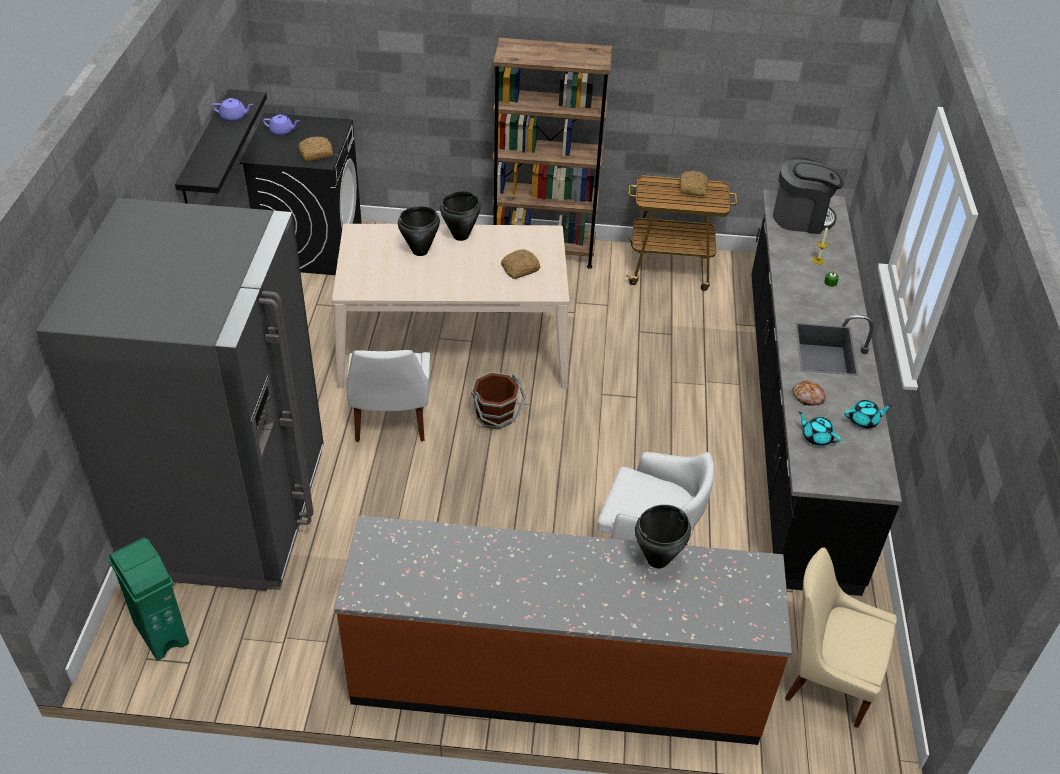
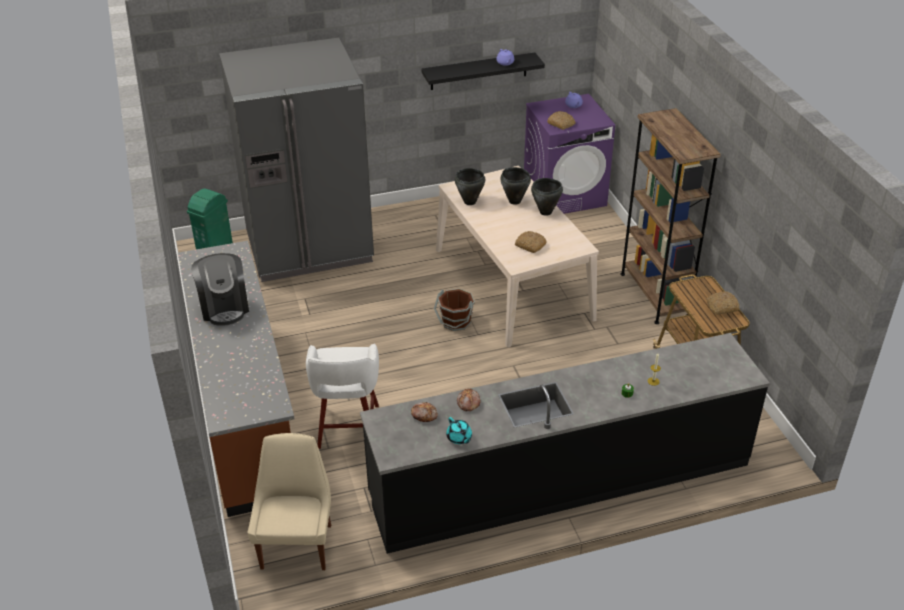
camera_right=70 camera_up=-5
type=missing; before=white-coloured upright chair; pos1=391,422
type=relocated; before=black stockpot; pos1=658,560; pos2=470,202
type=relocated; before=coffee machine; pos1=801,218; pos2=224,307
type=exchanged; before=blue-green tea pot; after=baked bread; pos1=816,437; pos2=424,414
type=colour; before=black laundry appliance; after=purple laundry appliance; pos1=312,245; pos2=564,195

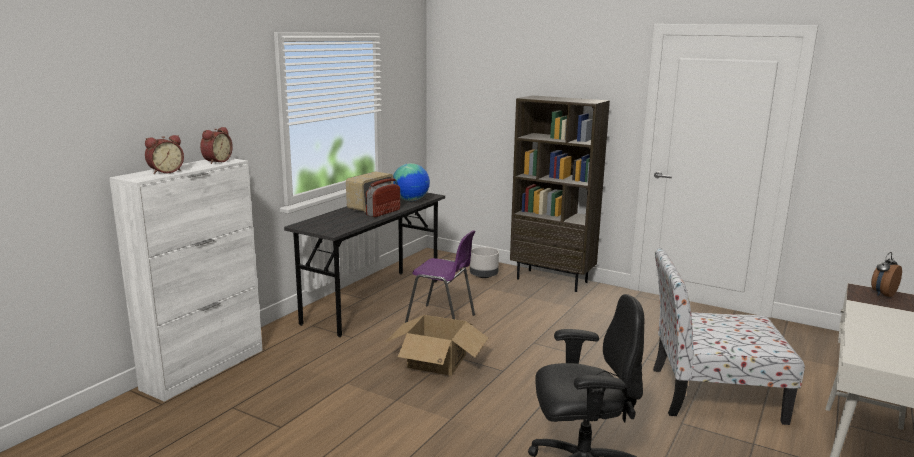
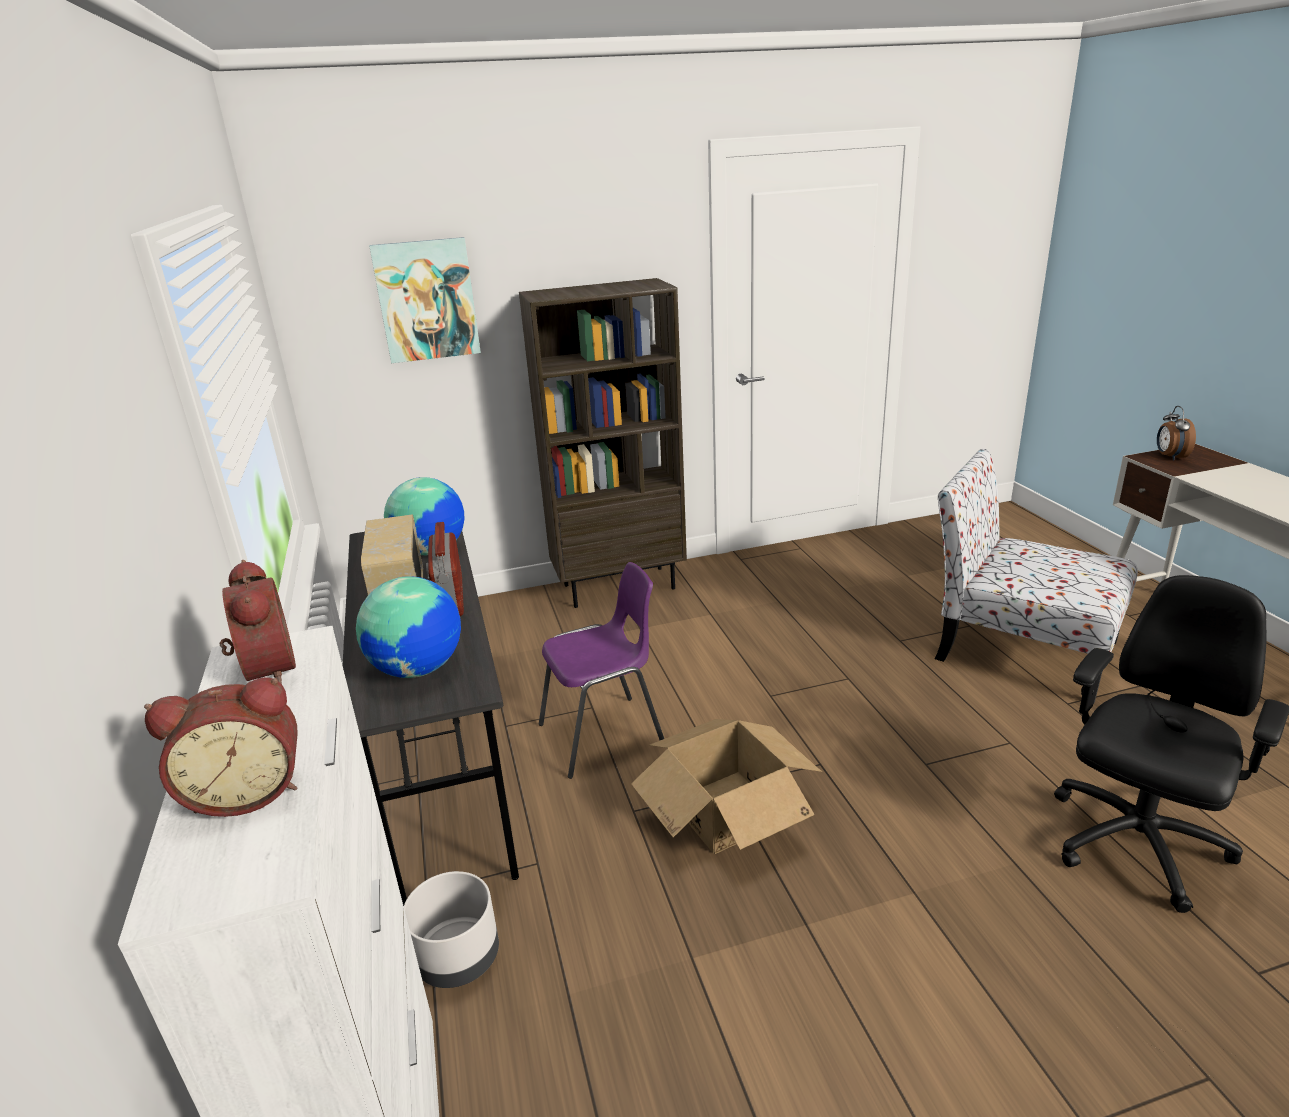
camera_right=-45 camera_up=10
type=appeared; after=world globe; pos2=418,668
type=appeared; after=wall picture; pos2=426,300
type=relocated; before=grey planter; pos1=483,276; pos2=457,959
type=spun; before=table clock; pos1=165,171; pos2=248,791; turn=75
type=spun; before=upright chair; pos1=712,394; pos2=1020,649; turn=75

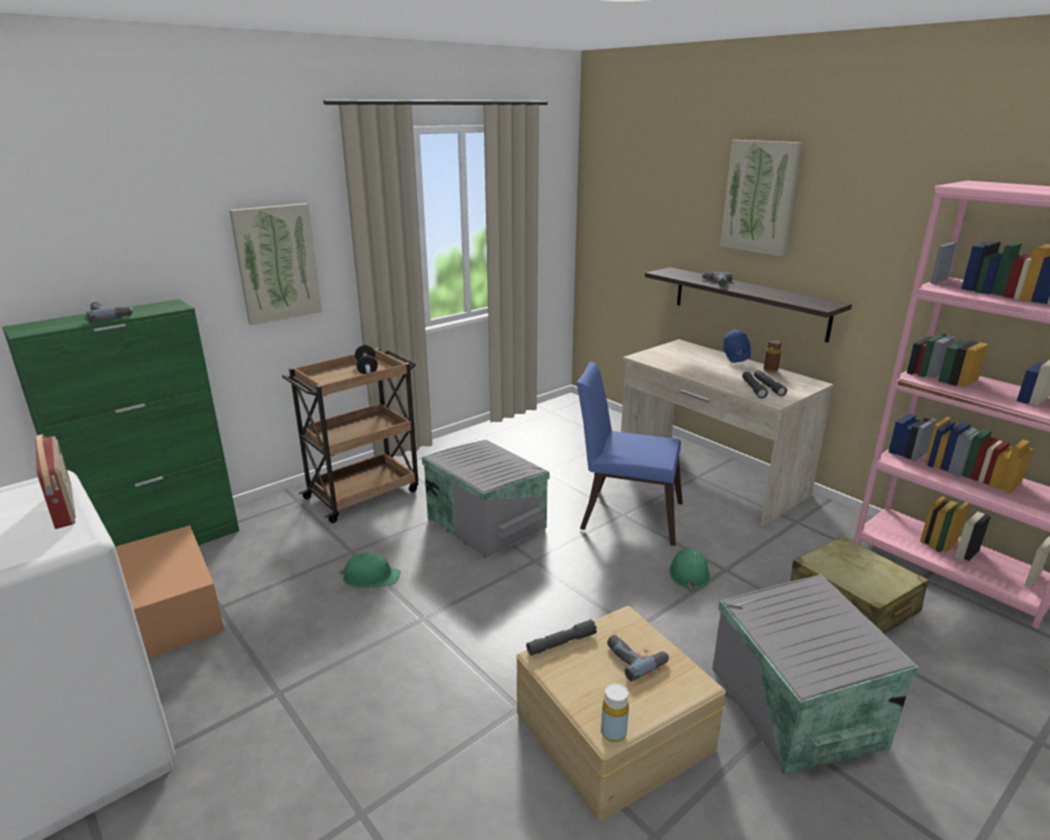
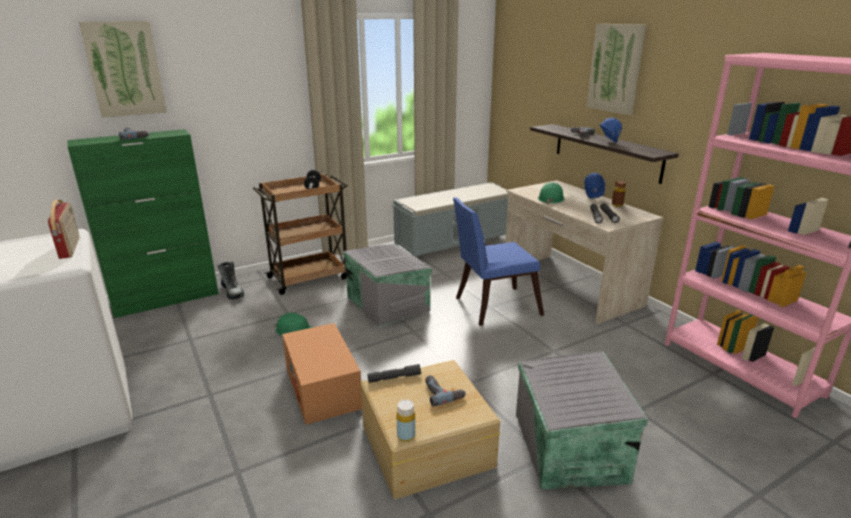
camera_right=10 camera_up=0
type=missing; before=beige piece of luggage; pos1=852,602
type=appeared; after=boot; pos2=232,292
type=appeared; after=grey long seat; pos2=455,244
type=appeared; after=bluish work helmet; pos2=607,143
type=relocated; before=cardboard box; pos1=174,610; pos2=322,388
type=relocated; before=wall picture; pos1=277,263; pos2=125,69
type=relocated; before=green-coloured work helmet; pos1=688,573; pos2=551,198
type=spun; before=bluish upright chair; pos1=625,514; pos2=492,306; turn=-45

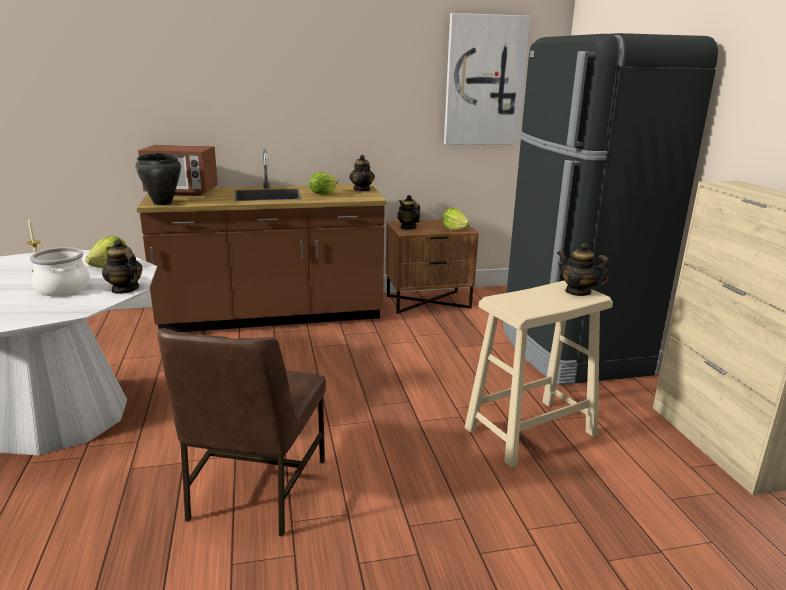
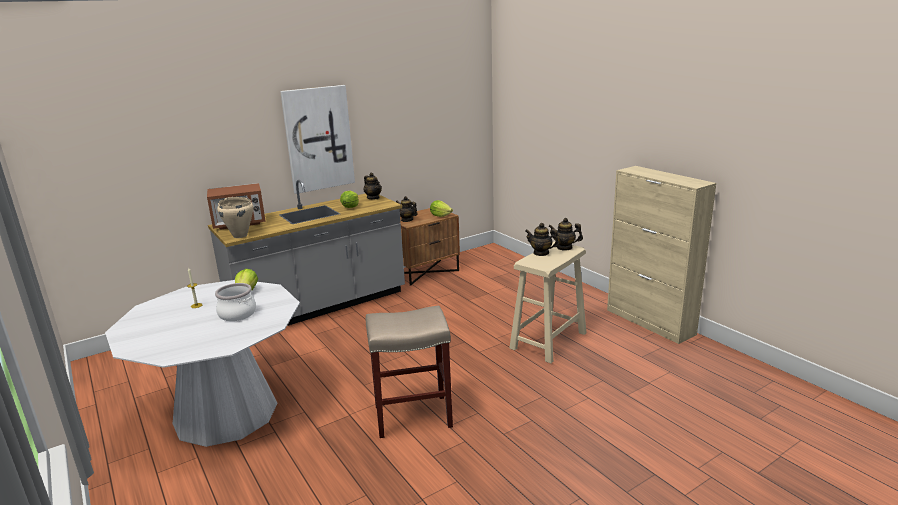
camera_right=-20 camera_up=0
type=missing; before=black refrigerator; pos1=570,350
type=relocated; before=tea pot; pos1=125,289; pos2=541,253
type=relocated; before=wall picture; pos1=484,81; pos2=318,139
type=exchanged; before=brown upright chair; after=beige stool; pos1=255,490; pos2=411,416
type=colour; before=black stockpot; after=beige stockpot; pos1=163,203; pos2=240,235
type=colour; before=brown kitchen base unit; after=grey kitchen base unit; pos1=272,316; pos2=320,307

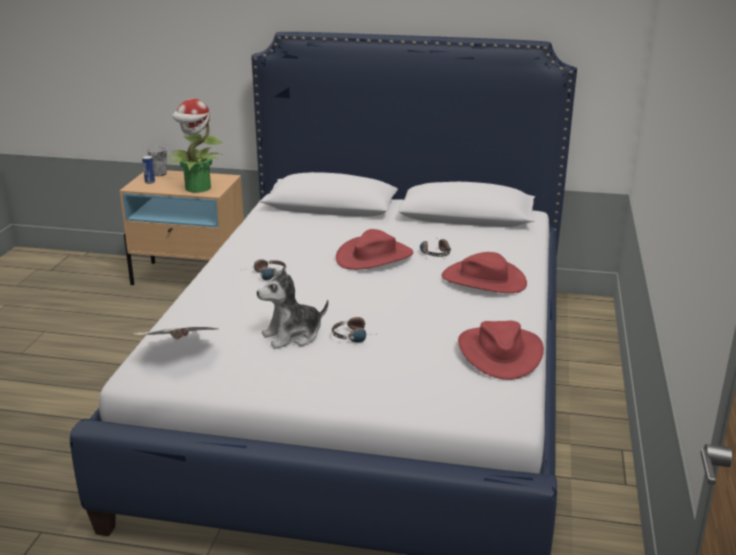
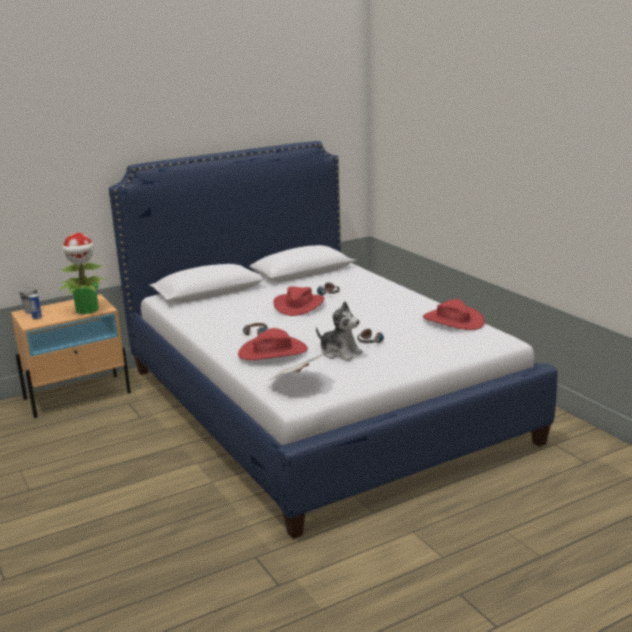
camera_right=-40 camera_up=-5
type=relocated; before=red-coloured clothing hat; pos1=484,280; pos2=273,352
type=spun; before=soft toy; pos1=293,335; pos2=340,353; turn=-75

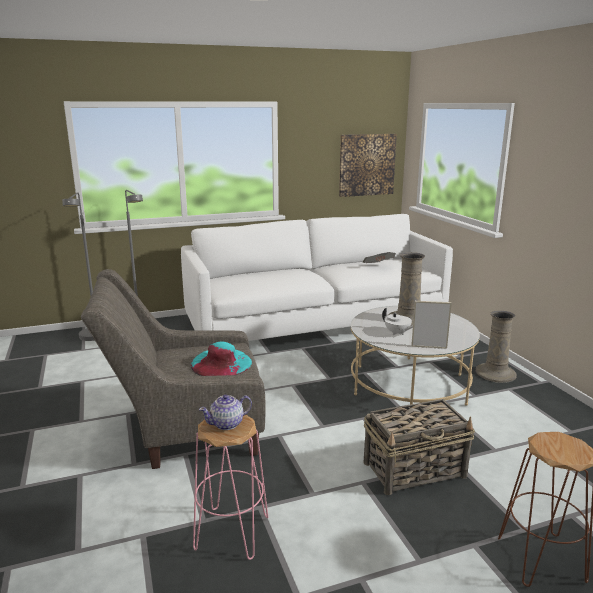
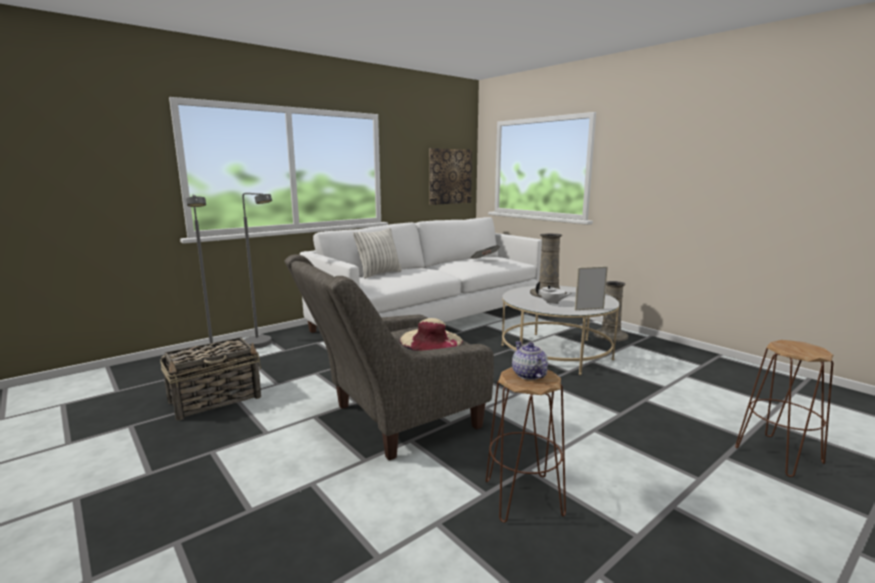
camera_right=-20 camera_up=-5
type=appeared; after=pillow; pos2=379,274
type=relocated; before=storage basket; pos1=415,469; pos2=216,399
type=colour; before=blue-green clothing hat; after=beige clothing hat; pos1=221,363; pos2=431,340
type=colour; before=pinkish stool; after=brown stool; pos1=231,532; pos2=523,498
type=spun; before=tea pot; pos1=227,424; pos2=529,375; turn=120

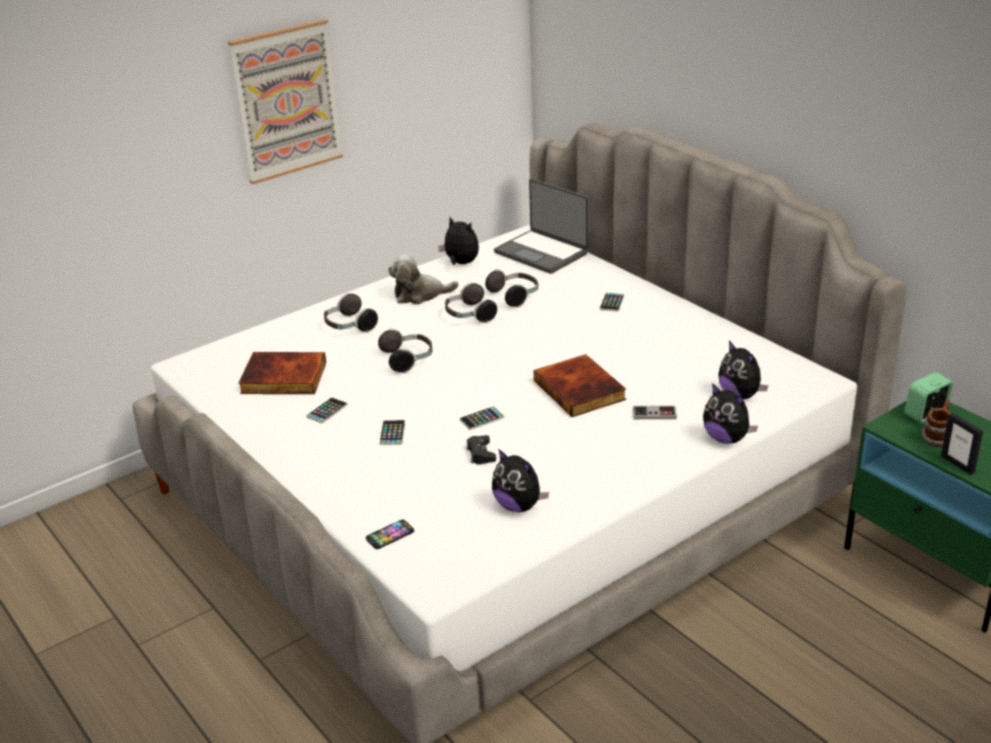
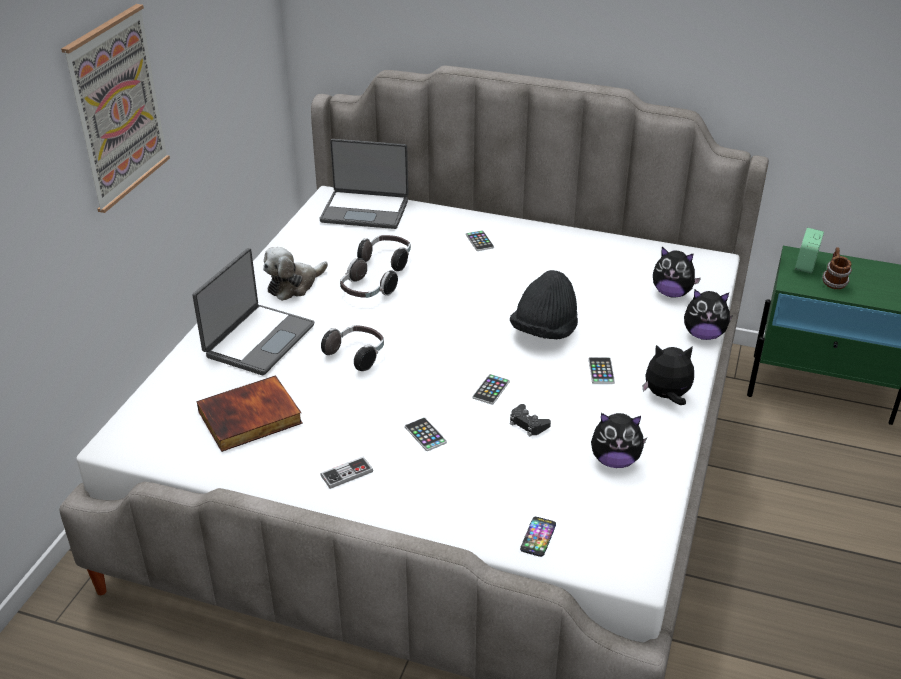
camera_right=-35 camera_up=5
type=missing; before=standing frame; pos1=957,464
type=relocated; before=phone; pos1=327,411; pos2=601,371
type=relocated; before=soft toy; pos1=460,263; pos2=667,397
type=relocated; before=joypad; pos1=654,414; pos2=347,474
type=exchanged; before=headphones; after=portable computer; pos1=349,326; pos2=258,340
type=exchanged; before=book; after=black clothing hat; pos1=581,390; pos2=544,331

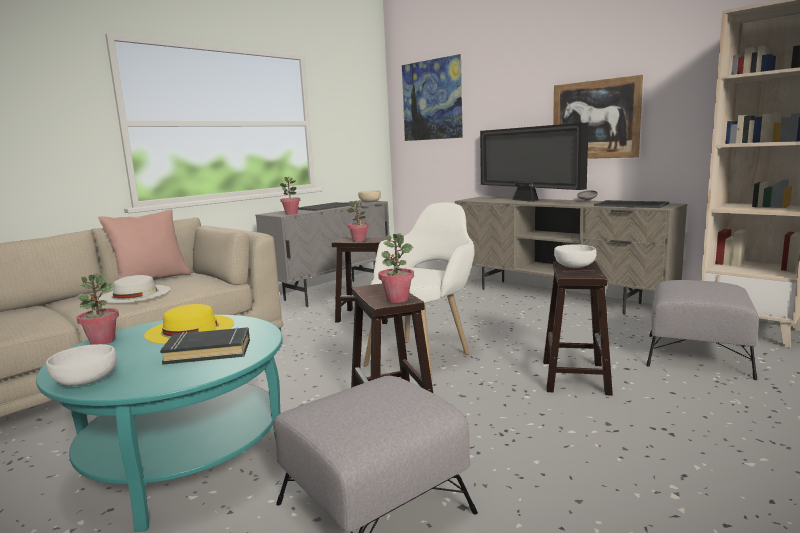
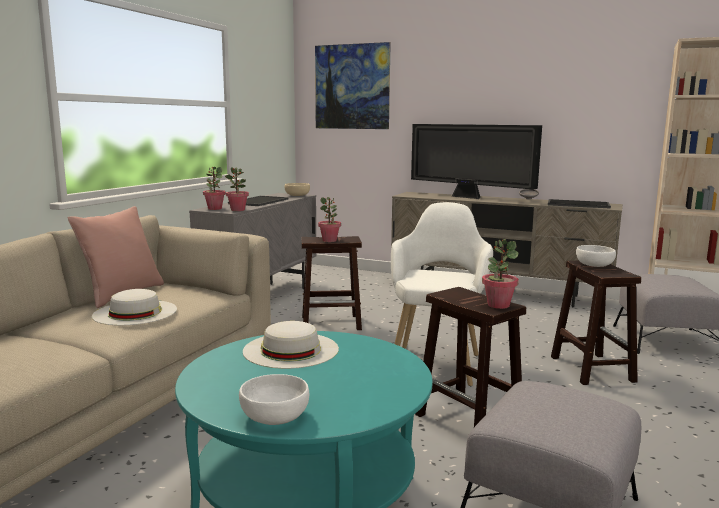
camera_right=-20 camera_up=0
type=missing; before=black book; pos1=208,351
type=missing; before=wall picture; pos1=595,120
type=relocated; before=potted plant; pos1=102,341; pos2=214,208
type=colour; before=yellow clothing hat; after=white-coloured clothing hat; pos1=190,329; pos2=290,350

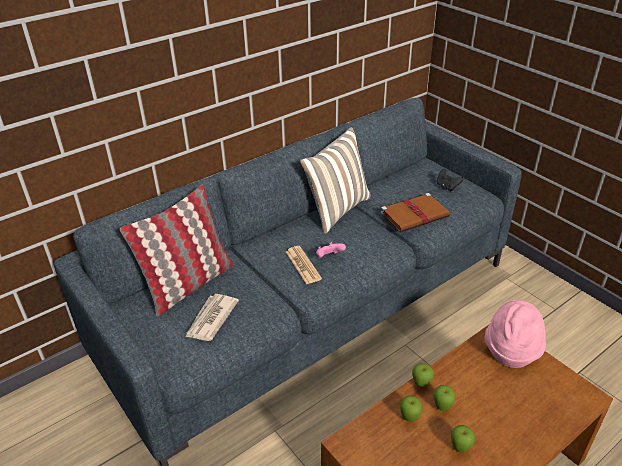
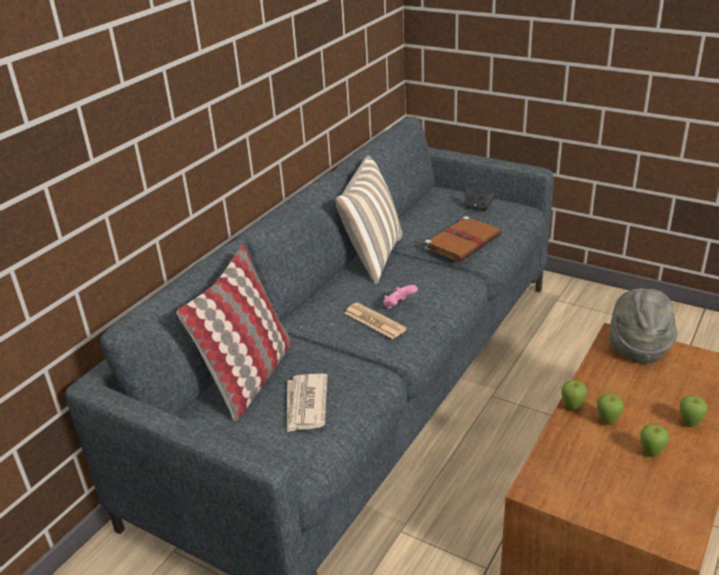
camera_right=-20 camera_up=-5
type=relocated; before=whole apple; pos1=409,418; pos2=689,424
type=colour; before=pinkish clothing hat; after=grey clothing hat; pos1=511,350; pos2=637,348

